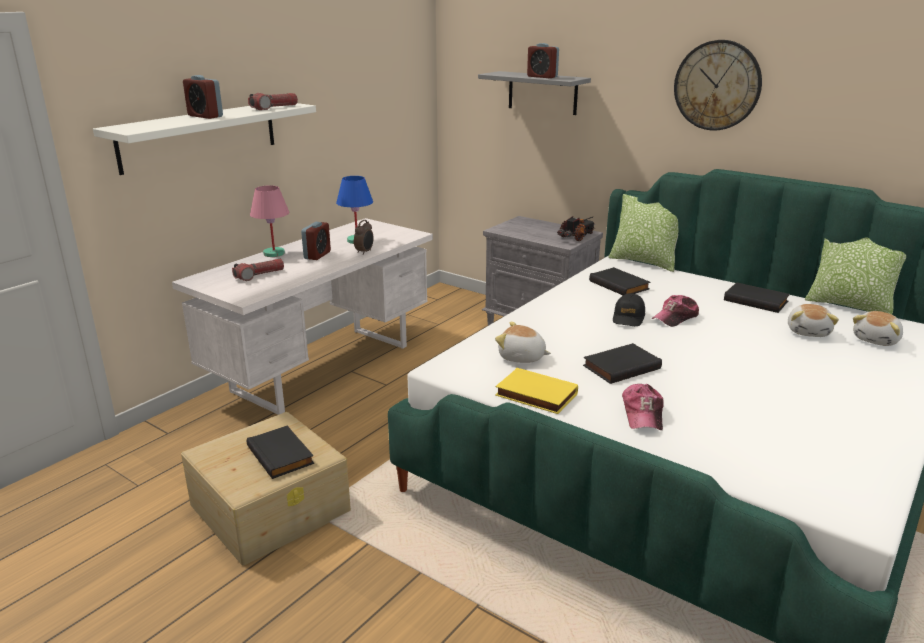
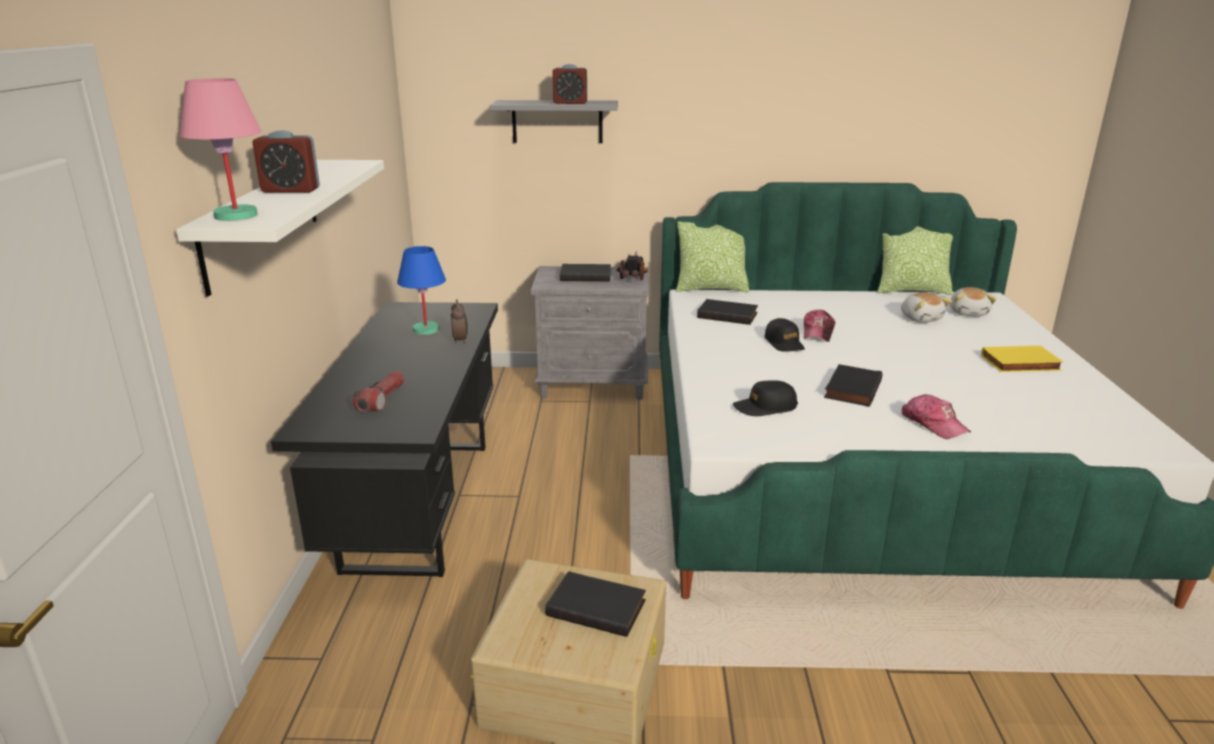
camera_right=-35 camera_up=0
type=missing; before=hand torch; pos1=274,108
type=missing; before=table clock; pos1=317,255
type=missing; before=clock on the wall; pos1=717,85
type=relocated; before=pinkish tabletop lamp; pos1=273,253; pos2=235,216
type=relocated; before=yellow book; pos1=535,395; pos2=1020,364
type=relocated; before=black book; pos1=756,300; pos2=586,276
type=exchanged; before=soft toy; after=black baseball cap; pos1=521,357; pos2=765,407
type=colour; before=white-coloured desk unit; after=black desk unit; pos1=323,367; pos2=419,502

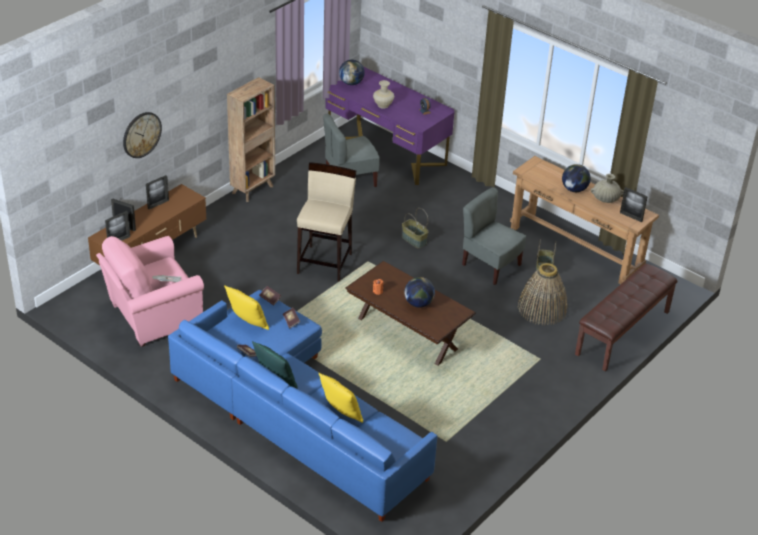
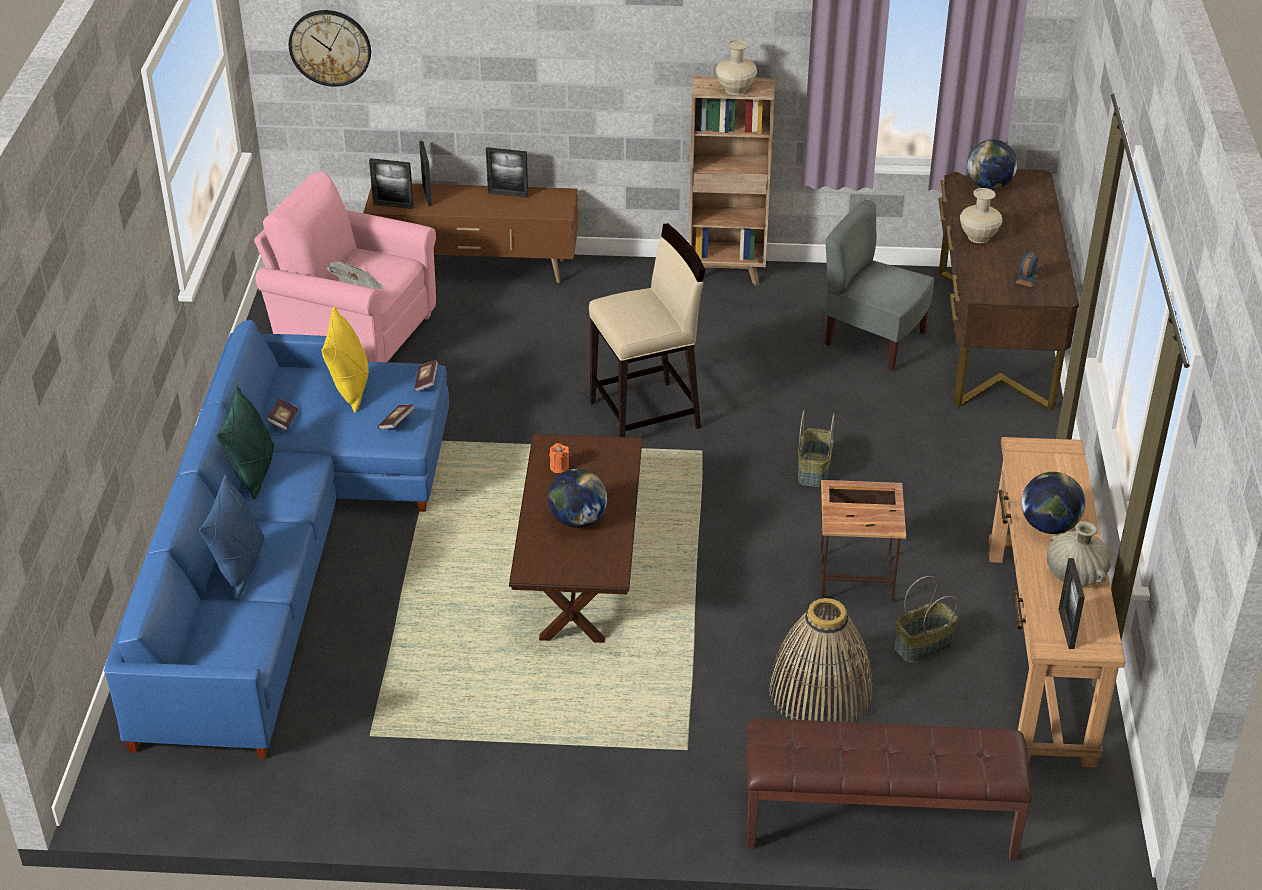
camera_right=55 camera_up=0
type=appeared; after=beige vase; pos2=735,90
type=relocated; before=clock on the wall; pos1=141,134; pos2=330,47
type=exchanged; before=grey upright chair; after=end table; pos1=490,265; pos2=857,578
type=colour; before=yellow pillow; after=bluish pillow; pos1=341,413; pos2=240,566
type=colour; before=purple desk unit; after=brown desk unit; pos1=386,152; pos2=993,338

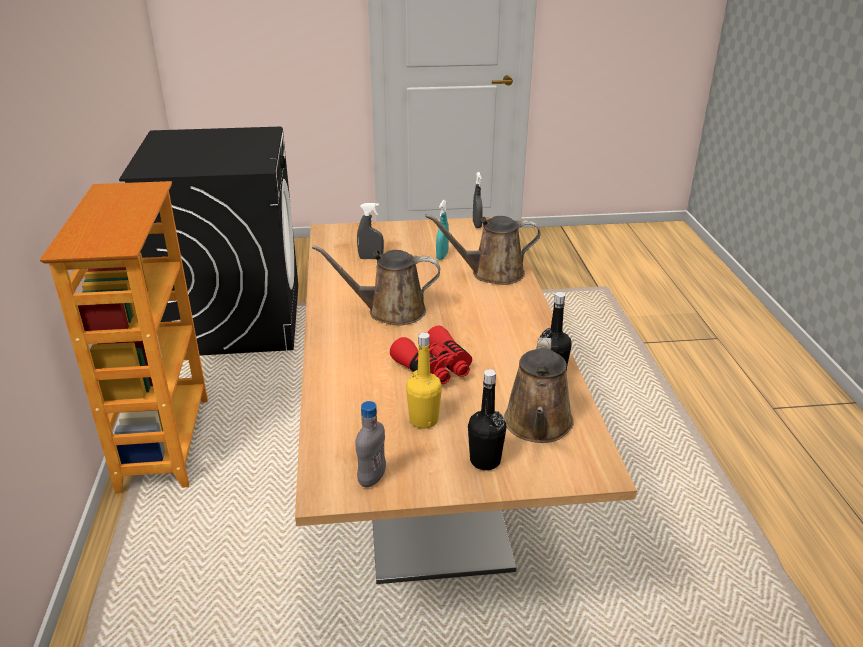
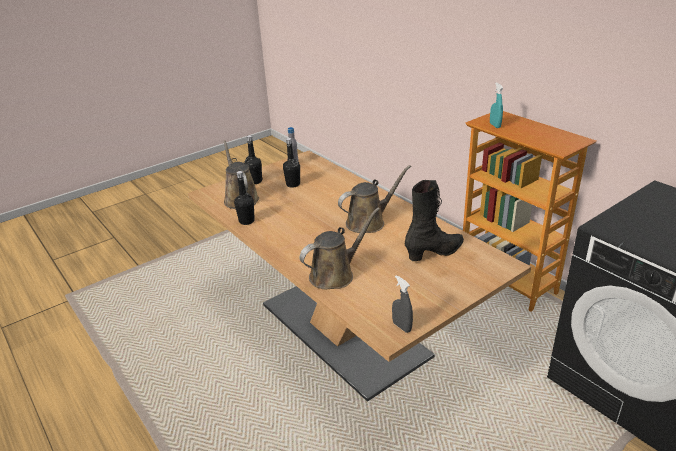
camera_right=150 camera_up=0
type=missing; before=red-coloured field glasses; pos1=435,368
type=relocated; before=blue-green sprayer; pos1=442,256; pos2=495,125
type=exchanged; before=grey sprayer; after=black boot; pos1=371,258; pos2=435,253
type=colour; before=yellow beverage bottle; after=black beverage bottle; pos1=424,420; pos2=293,184

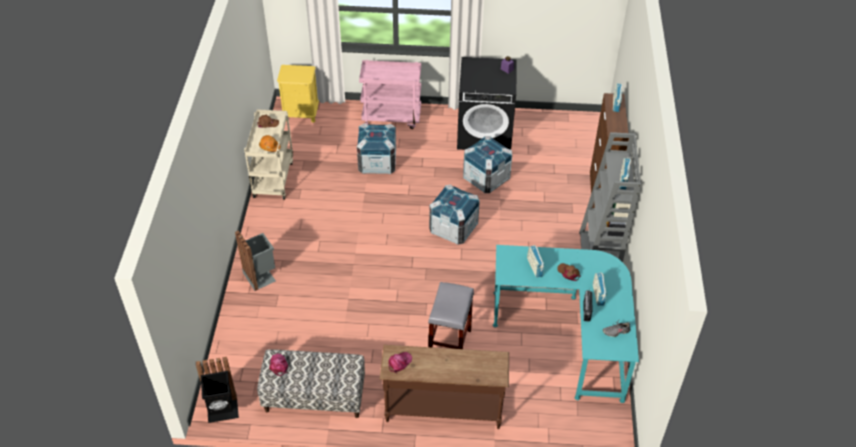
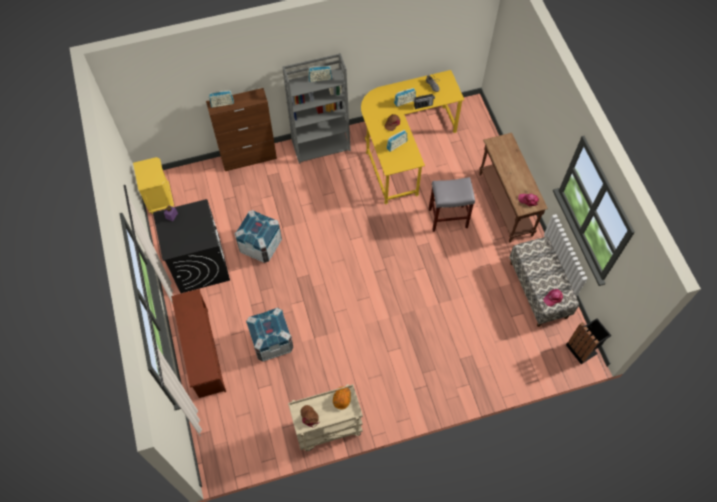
camera_right=-110 camera_up=15
type=missing; before=grey trash can; pos1=260,276
type=missing; before=shipping crate; pos1=453,228
type=relocated; before=yellow nightstand; pos1=301,114; pos2=160,199
type=exchanged; before=pinkish cart; after=brown shoe stand; pos1=392,118; pos2=202,352
type=colour; before=blue-green desk unit; after=yellow desk unit; pos1=569,333; pos2=402,147

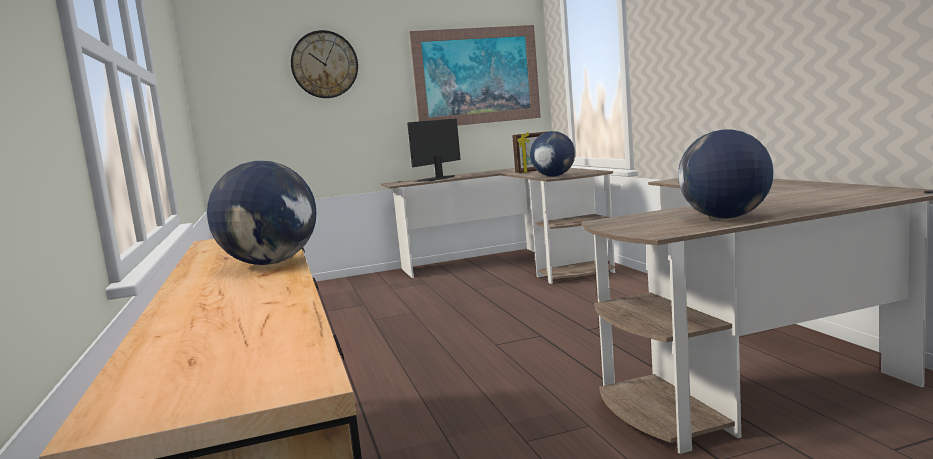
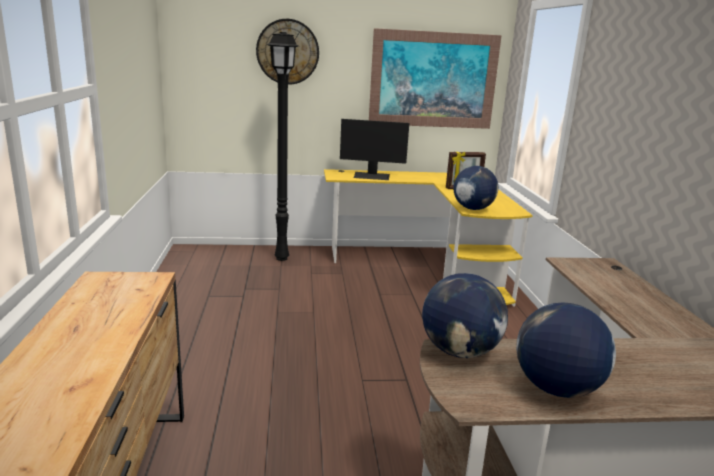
camera_right=10 camera_up=10
type=appeared; after=black standing lamp; pos2=281,258
type=relocated; before=world globe; pos1=271,263; pos2=460,351
type=colour; before=brown desk unit; after=yellow desk unit; pos1=513,264; pos2=428,268
type=spun; before=computer display; pos1=434,179; pos2=372,176; turn=-135

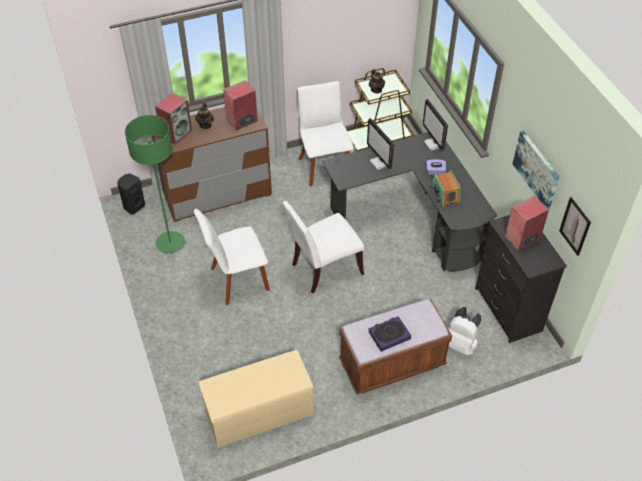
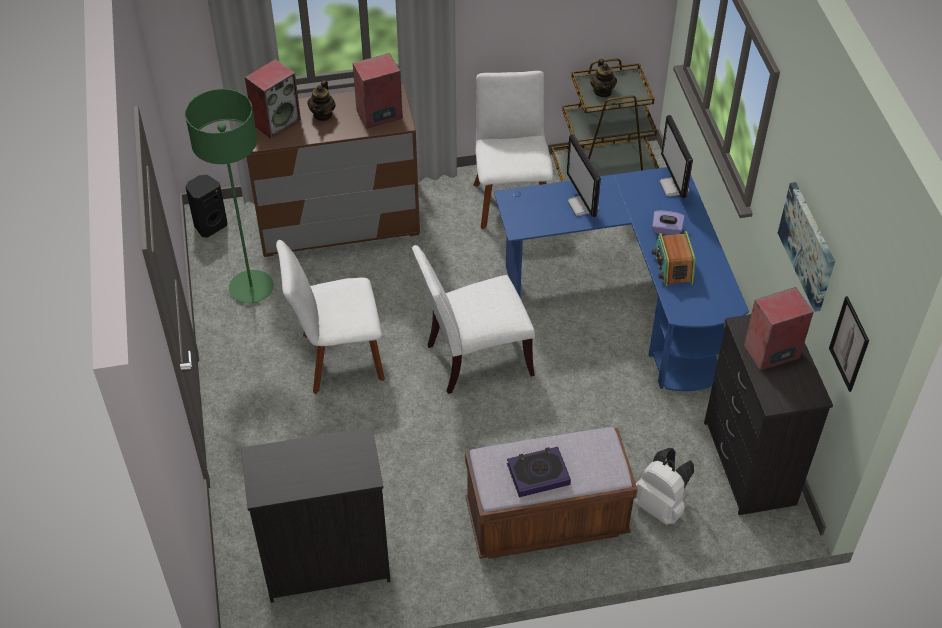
camera_right=10 camera_up=0
type=exchanged; before=beige long seat; after=black dresser; pos1=258,413; pos2=325,564
type=colour; before=black desk unit; after=bluish desk unit; pos1=412,220; pos2=629,303

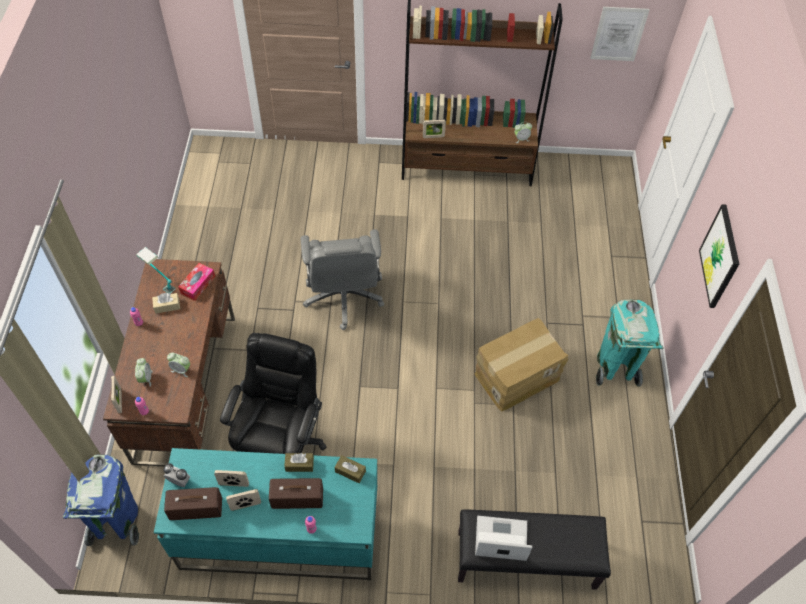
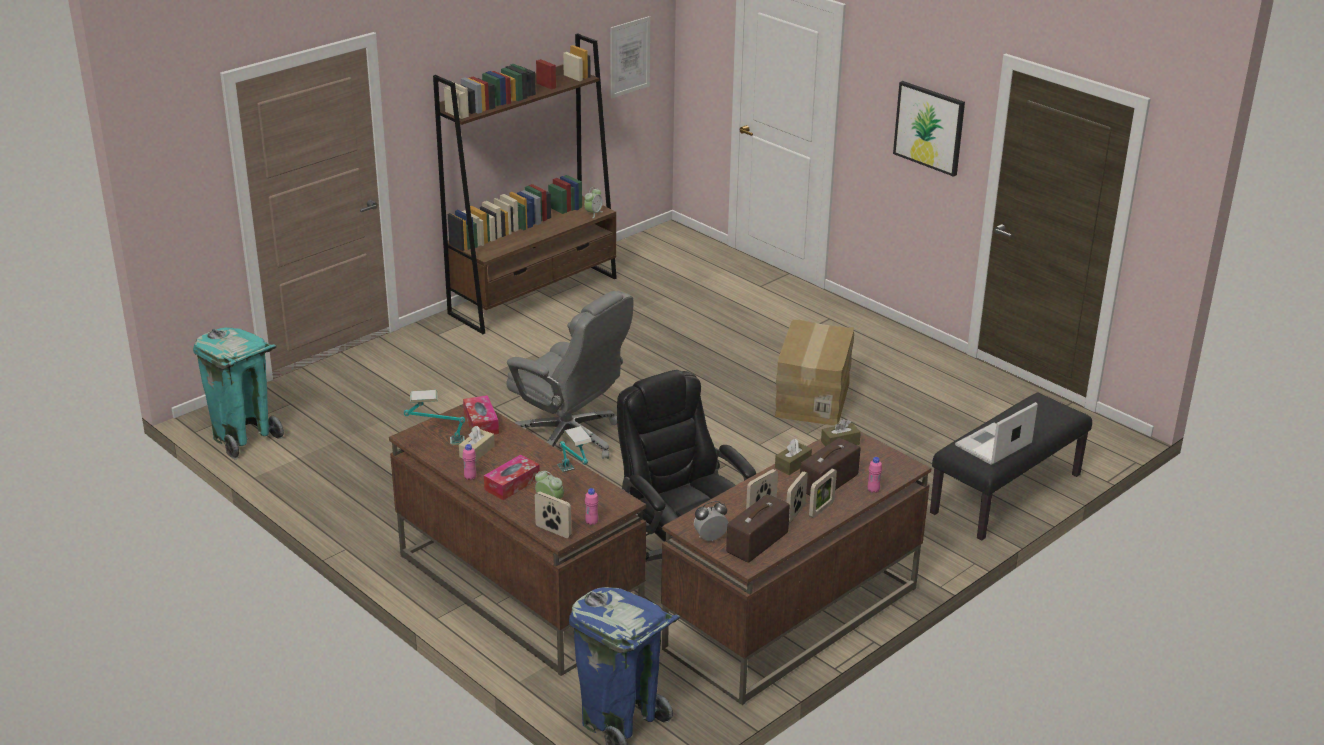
camera_right=-45 camera_up=-25
type=appeared; after=tissue box; pos2=512,484
type=relocated; before=standing frame; pos1=433,136; pos2=821,509
type=relocated; before=blue-green trash can; pos1=615,368; pos2=244,437
type=exchanged; before=table clock; after=tabletop lamp; pos1=181,370; pos2=574,478
type=colour; before=blue-green desk unit; after=brown desk unit; pos1=279,535; pos2=791,619

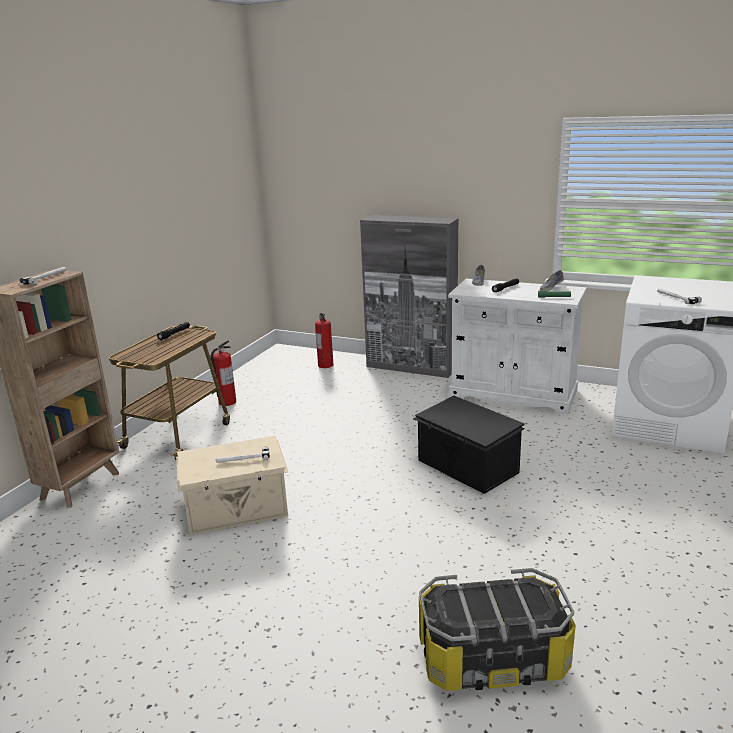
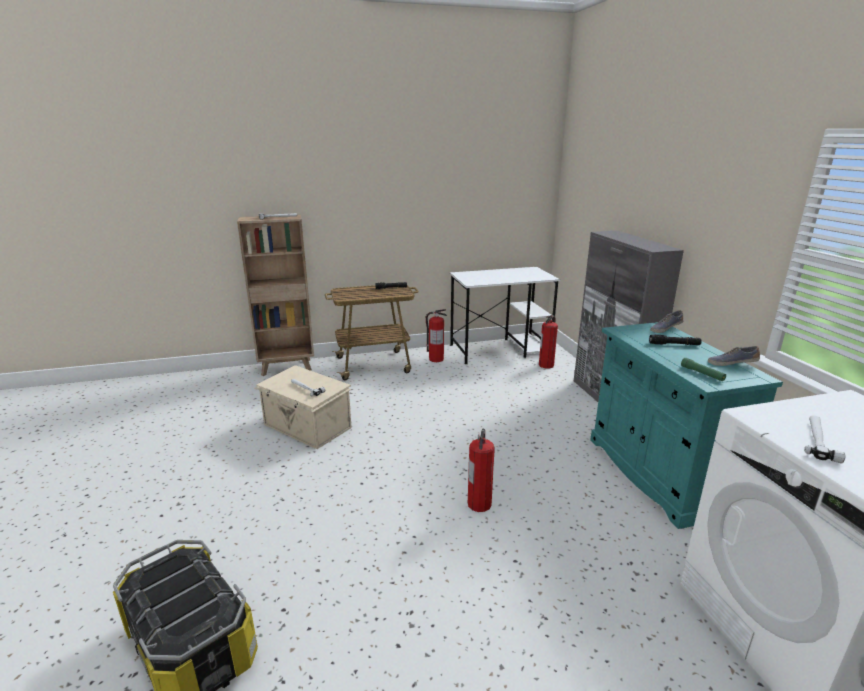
camera_right=50 camera_up=0
type=appeared; after=white-coloured desk unit; pos2=500,349
type=exchanged; before=black storage container; after=fire-fighting cylinder; pos1=467,467; pos2=479,503
type=colour; before=white-coloured cupboard; after=blue-green cupboard; pos1=513,394; pos2=658,474

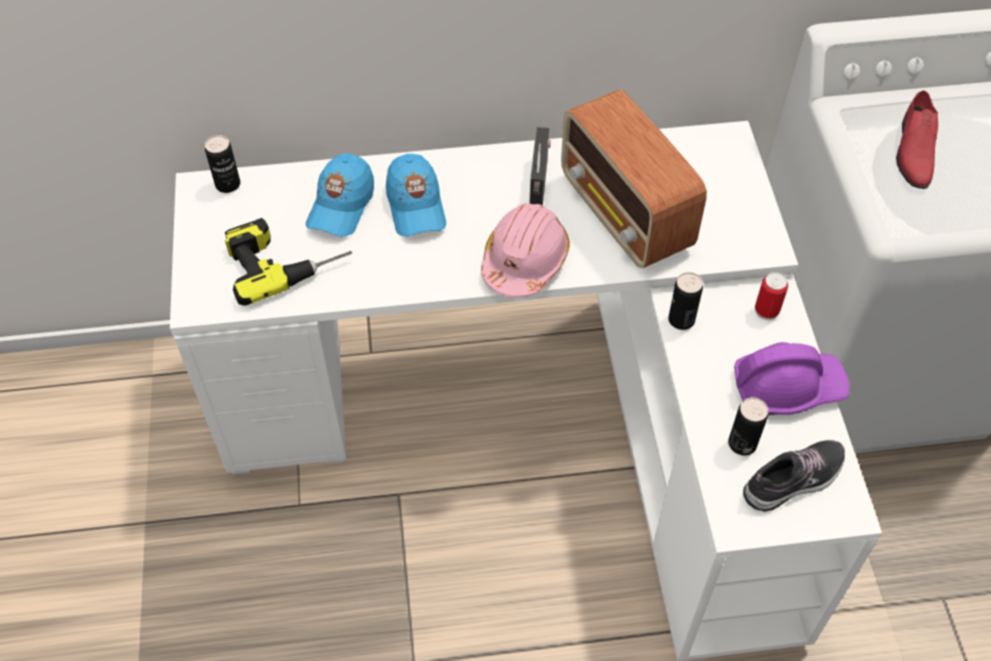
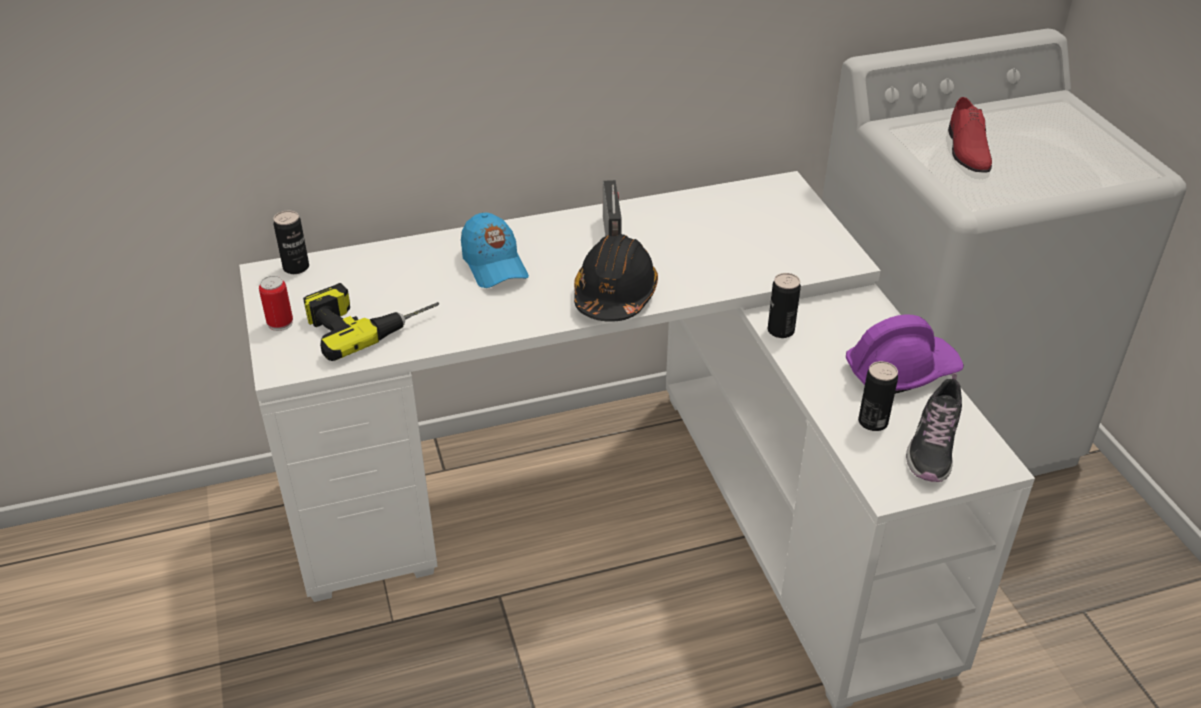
camera_right=-10 camera_up=-15
type=missing; before=bluish baseball cap; pos1=341,206
type=missing; before=radio set; pos1=626,214
type=relocated; before=metal can; pos1=766,310; pos2=280,323
type=colour; before=pinkish work helmet; after=black work helmet; pos1=524,261; pos2=615,295
type=spun; before=shoe; pos1=793,480; pos2=933,445; turn=150

